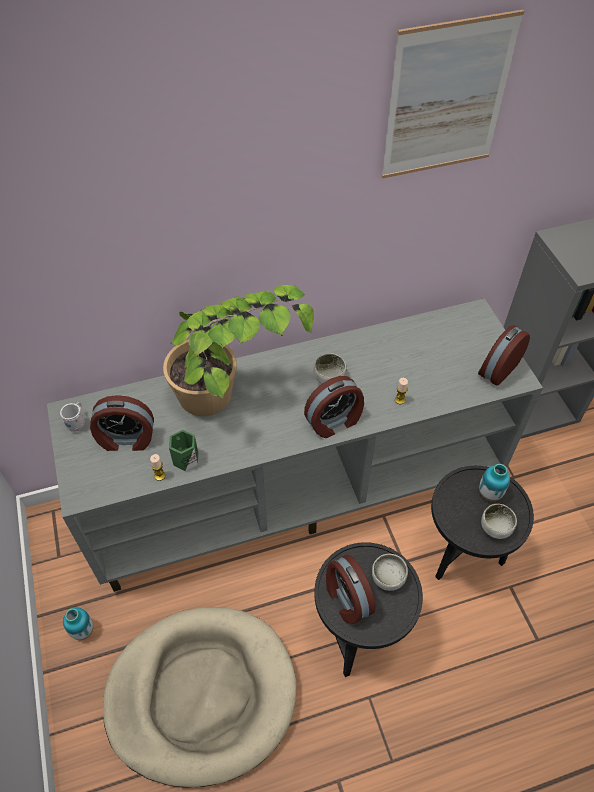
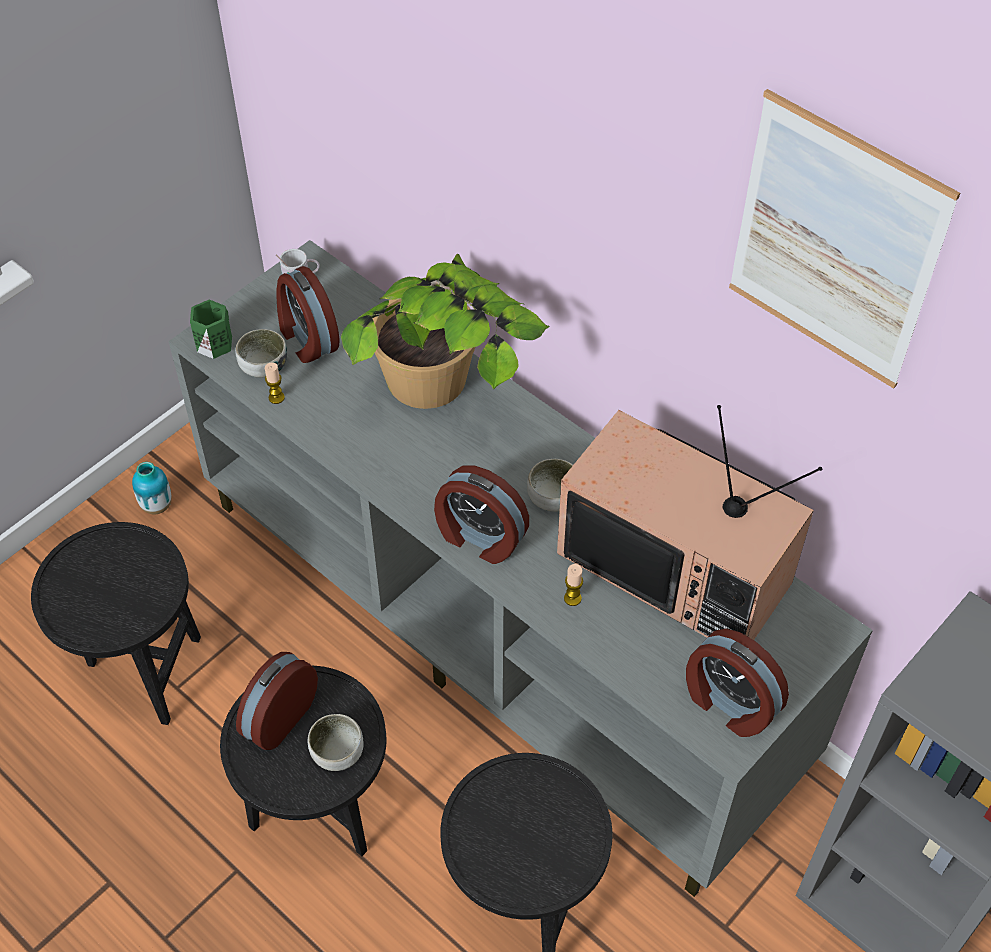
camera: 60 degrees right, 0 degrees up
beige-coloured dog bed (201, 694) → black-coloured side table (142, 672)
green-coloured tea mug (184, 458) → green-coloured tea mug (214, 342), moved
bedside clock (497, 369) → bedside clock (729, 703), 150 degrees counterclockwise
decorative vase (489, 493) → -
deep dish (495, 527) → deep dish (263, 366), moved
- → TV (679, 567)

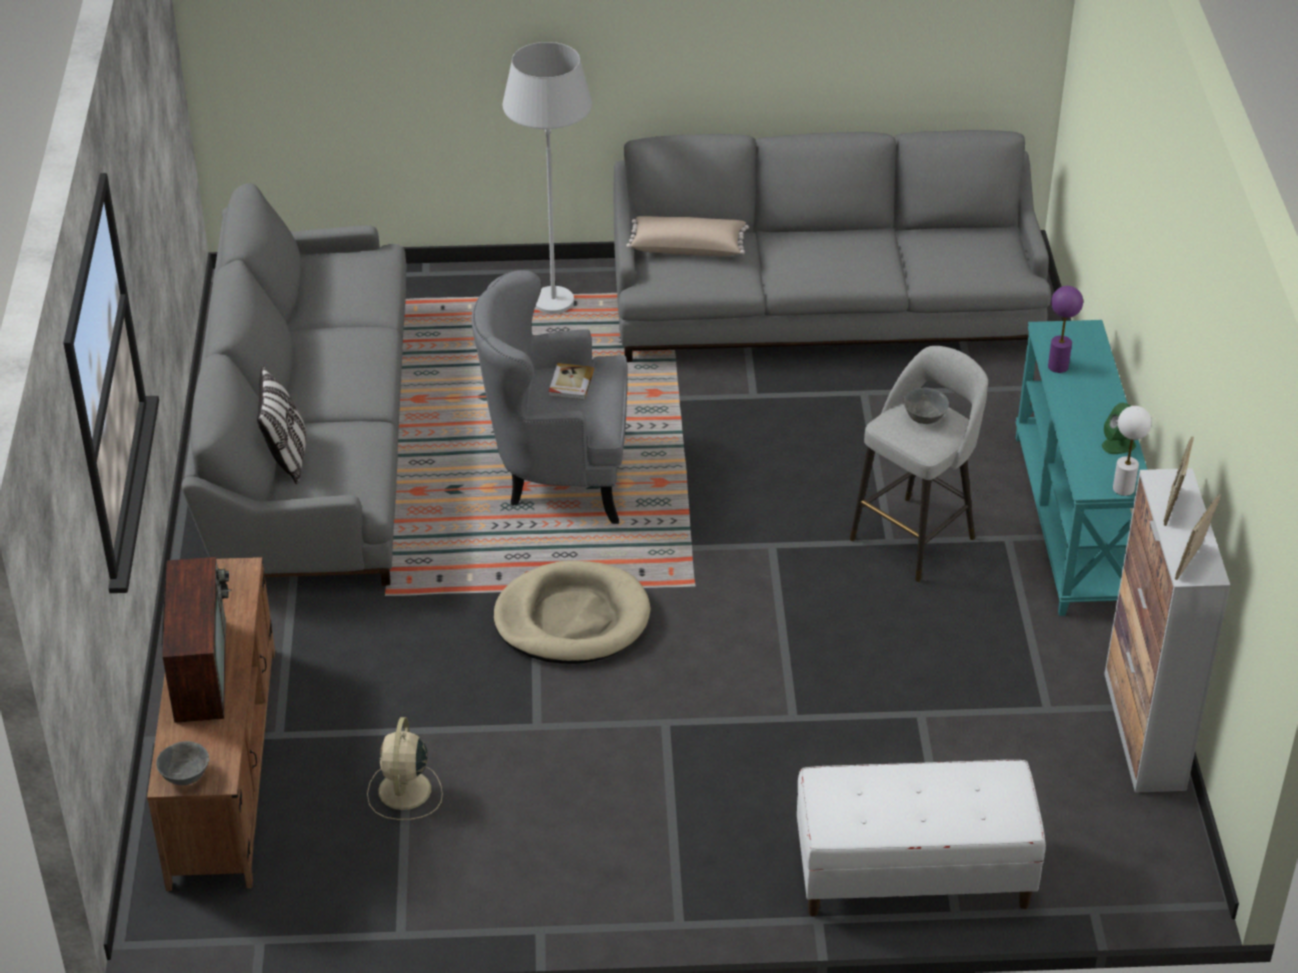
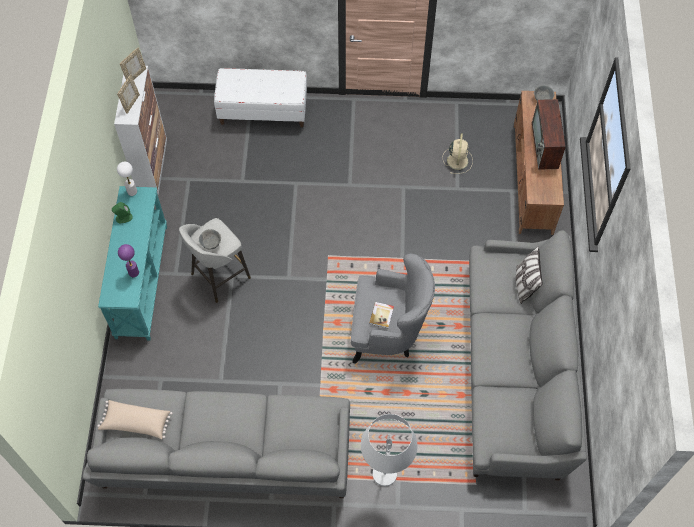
camera: 175 degrees left, 20 degrees up
beige-coloured dog bed (572, 619) → -
beige-coloured cushion (687, 247) → beige-coloured cushion (136, 423), moved

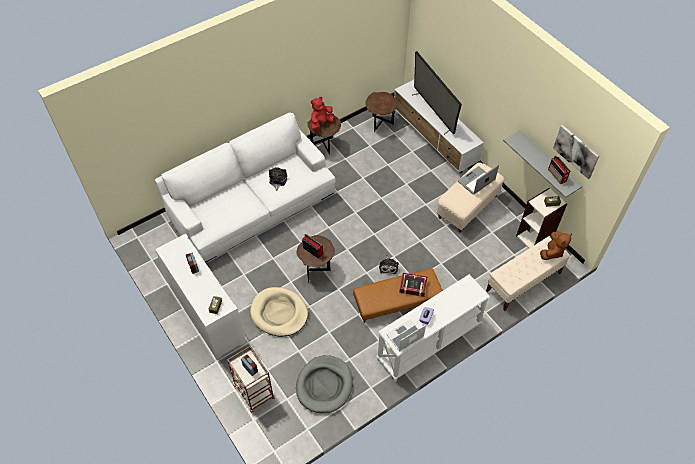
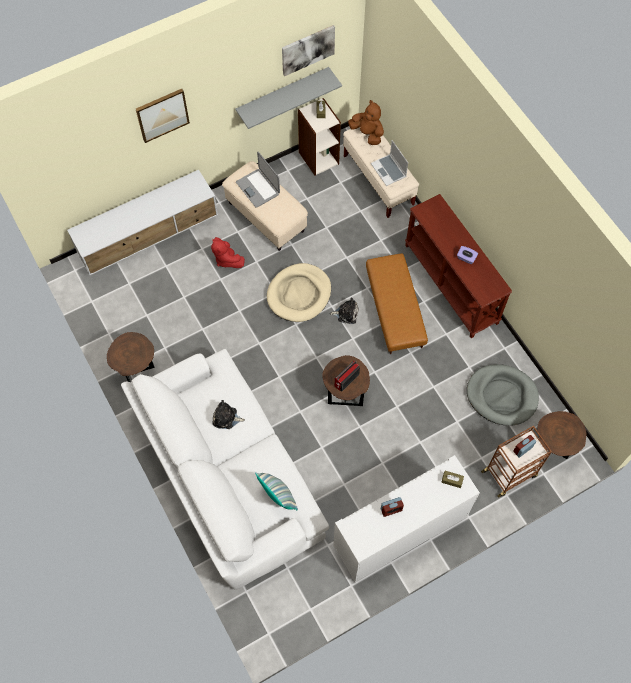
camera: 85 degrees left, 10 degrees up
beige-coloured dog bed (279, 313) → beige-coloured dog bed (299, 294), moved
red-coloured cuddly toy (321, 123) → red-coloured cuddly toy (227, 259), moved
brown-coloured side table (380, 125) → brown-coloured side table (551, 449), moved
whitish console table (429, 343) → brown-coloured console table (452, 283)
notebook computer (405, 336) → notebook computer (389, 170), moved
volume (413, 286) → -
TV (433, 111) → -
radio (557, 176) → -
- → wall picture (162, 114)
- → cushion (278, 496)

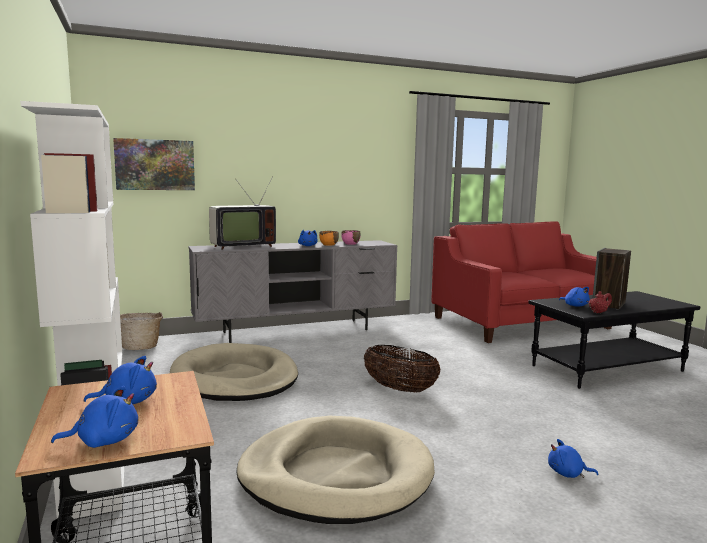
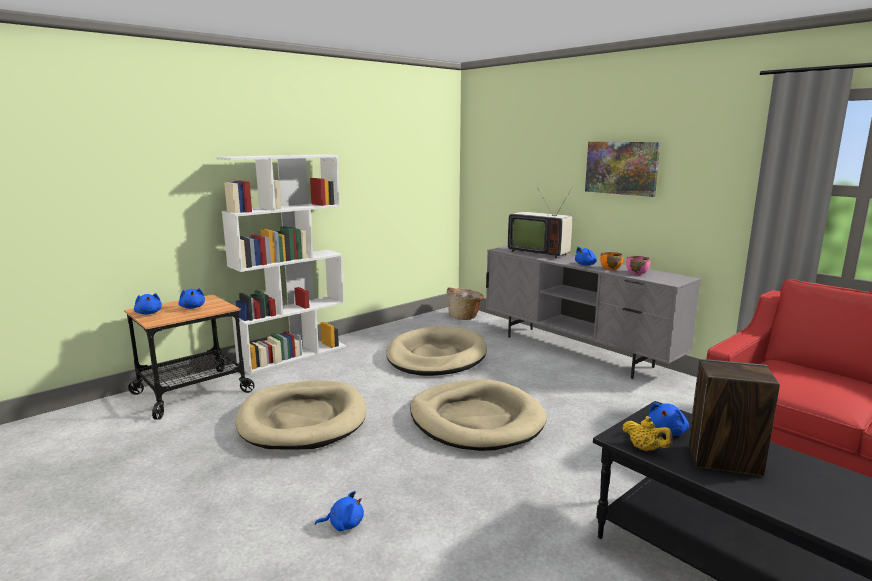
camera: 70 degrees right, 5 degrees up
wall picture (155, 165) → wall picture (621, 168), moved
basket (399, 389) → beige-coloured dog bed (476, 420)
blue cuddly toy (567, 474) → blue cuddly toy (344, 524), 90 degrees clockwise
red-coloured tea pot (598, 312) → yellow-coloured tea pot (645, 449)

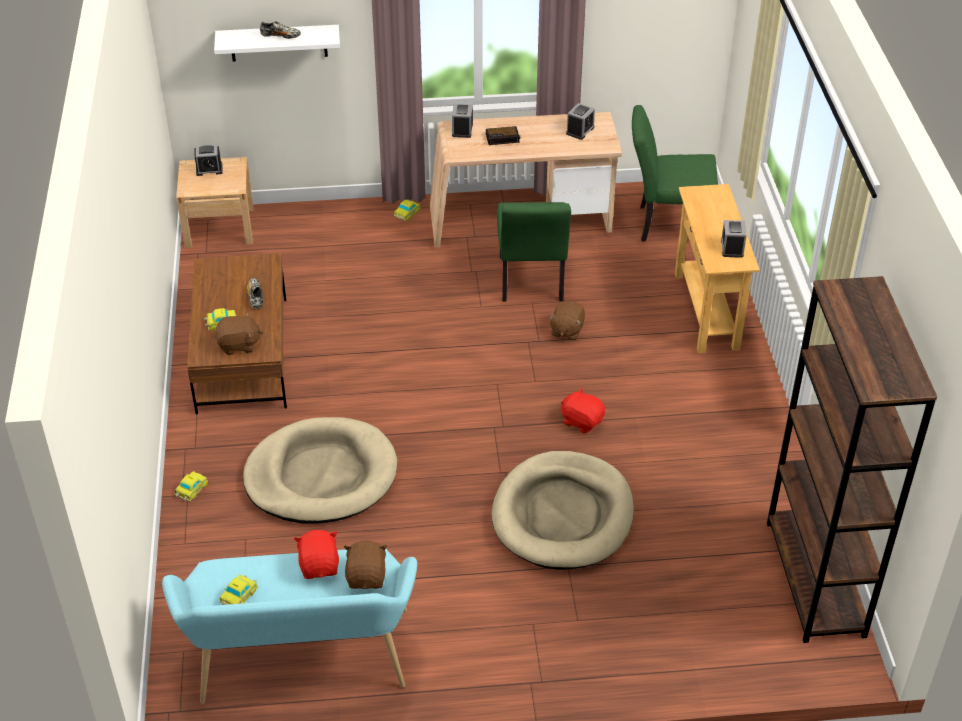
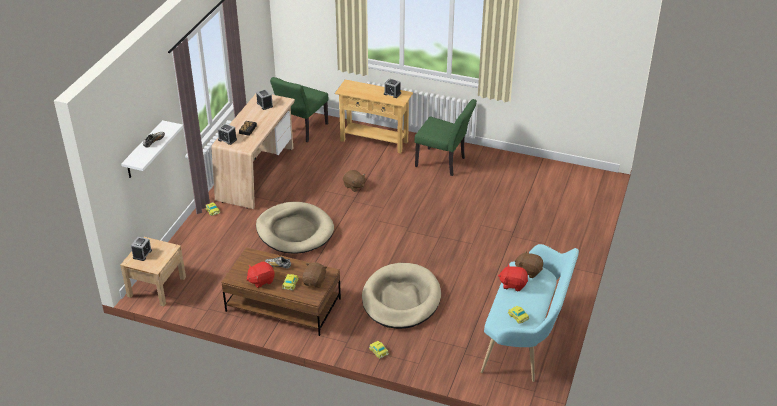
camera: 65 degrees left, 5 degrees down
beige-coloured dog bed (563, 515) → beige-coloured dog bed (294, 231), moved
green-coloured upright chair (531, 283) → green-coloured upright chair (444, 163), moved
red-coloured cuddly toy (582, 421) → red-coloured cuddly toy (261, 280), moved
brown-coloured bookshelf (815, 579) → -

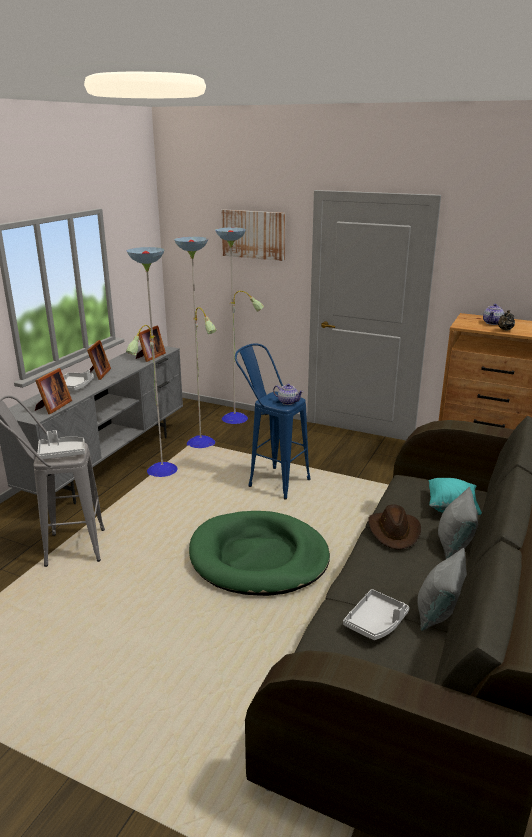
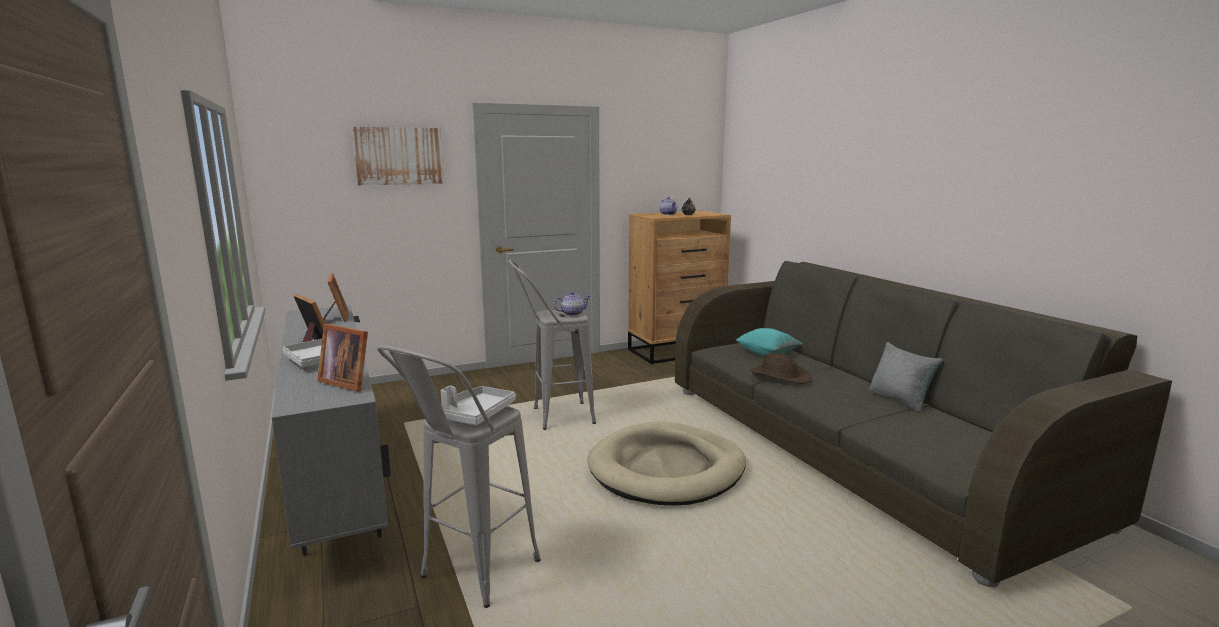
camera: 50 degrees left, 10 degrees down
photo frame (53, 407) → photo frame (347, 382), 150 degrees clockwise
standard lamp (202, 443) → -
green-coloured dog bed (258, 558) → beige-coloured dog bed (667, 469)
blue stool seat (271, 480) → grey stool seat (552, 417)
grey tray (376, 622) → -
grey cushion (454, 544) → -

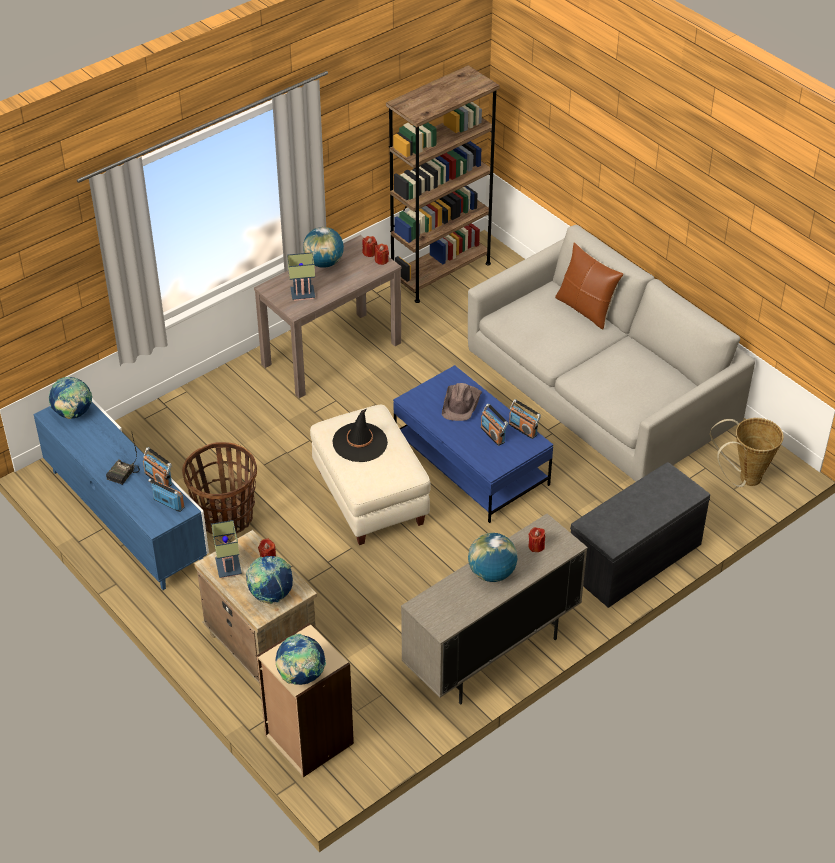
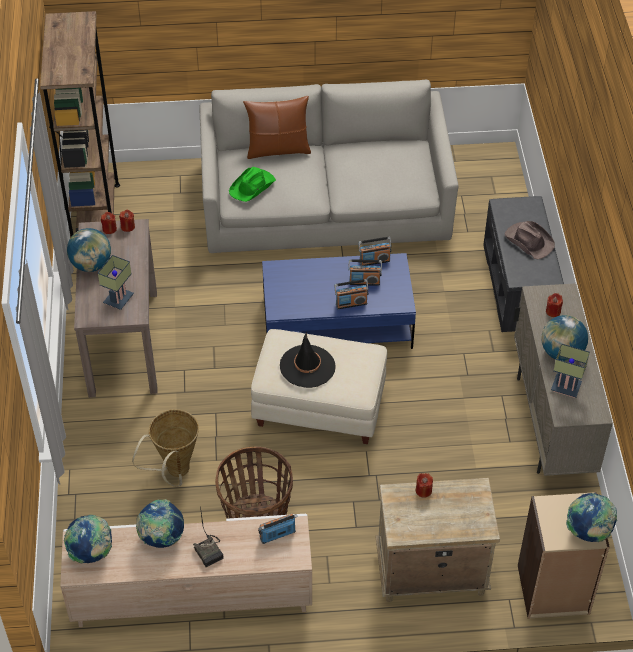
camera: 55 degrees left, 5 degrees up
blue tv stand (127, 517) → beige-coloured tv stand (192, 595)
radio (158, 478) → radio (351, 303), moved
table lamp (230, 568) → table lamp (567, 387), moved
globe (270, 595) → globe (161, 537), moved
brown-coloured wearable hat (461, 403) → brown-coloured wearable hat (529, 241), moved
basket (744, 479) → basket (175, 472), moved
- → green-coloured wearable hat (252, 186)

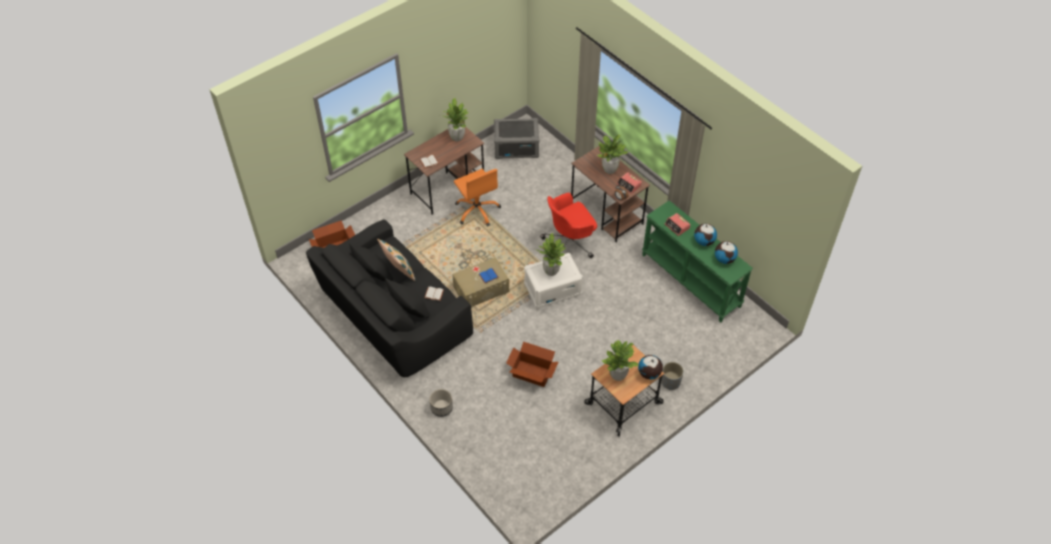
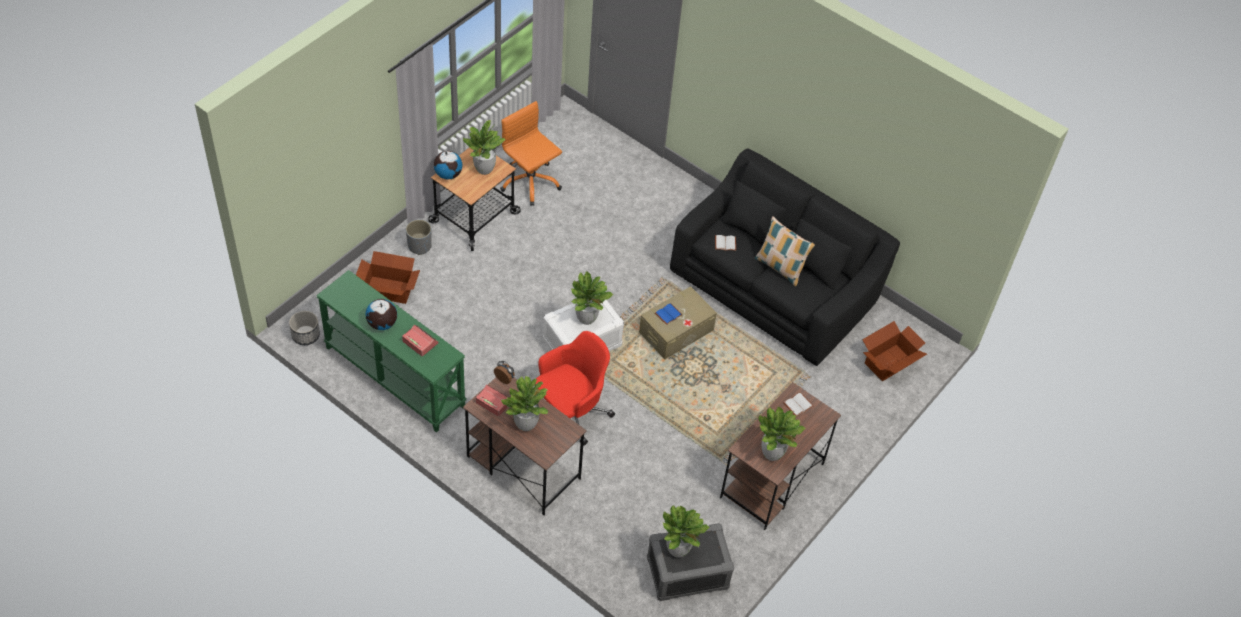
camera: 165 degrees right, 0 degrees up
flower pot (441, 408) → flower pot (305, 335), moved
orange office chair (477, 210) → orange office chair (530, 182), moved
cardboard box (532, 374) → cardboard box (388, 289), moved
globe (724, 259) → -
- → houseplant (678, 550)

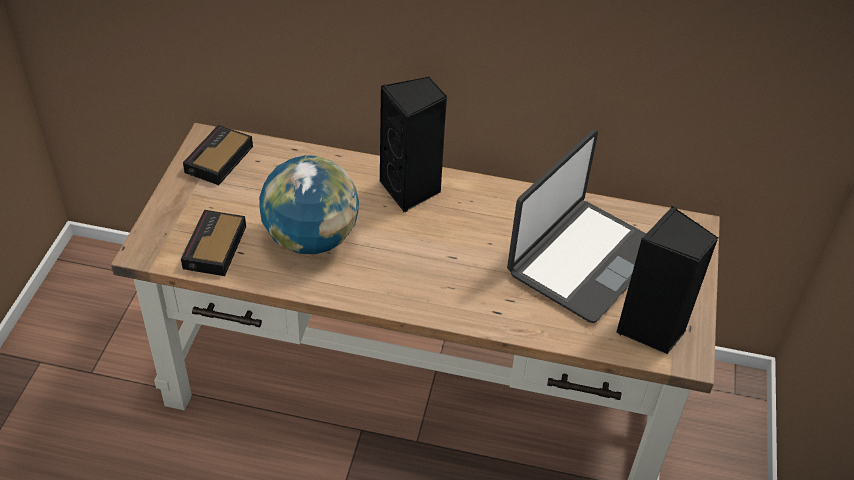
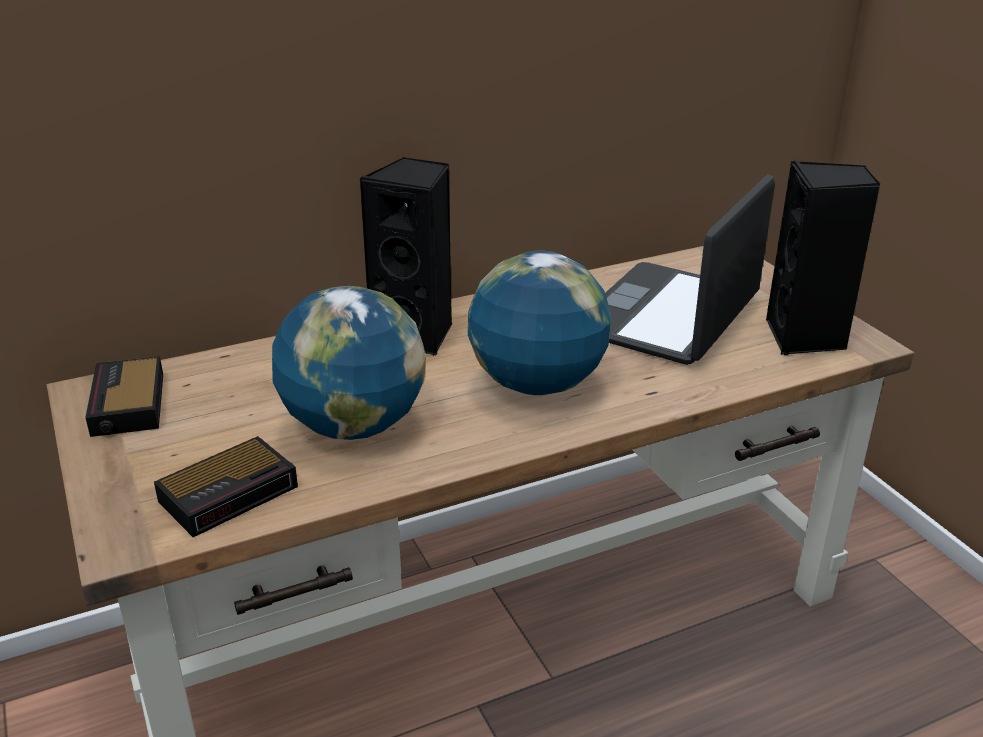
camera: 35 degrees left, 15 degrees down
bedside clock (214, 248) → bedside clock (231, 493), 105 degrees counterclockwise
notebook computer (583, 260) → notebook computer (669, 316), 150 degrees counterclockwise
- → globe (537, 384)

